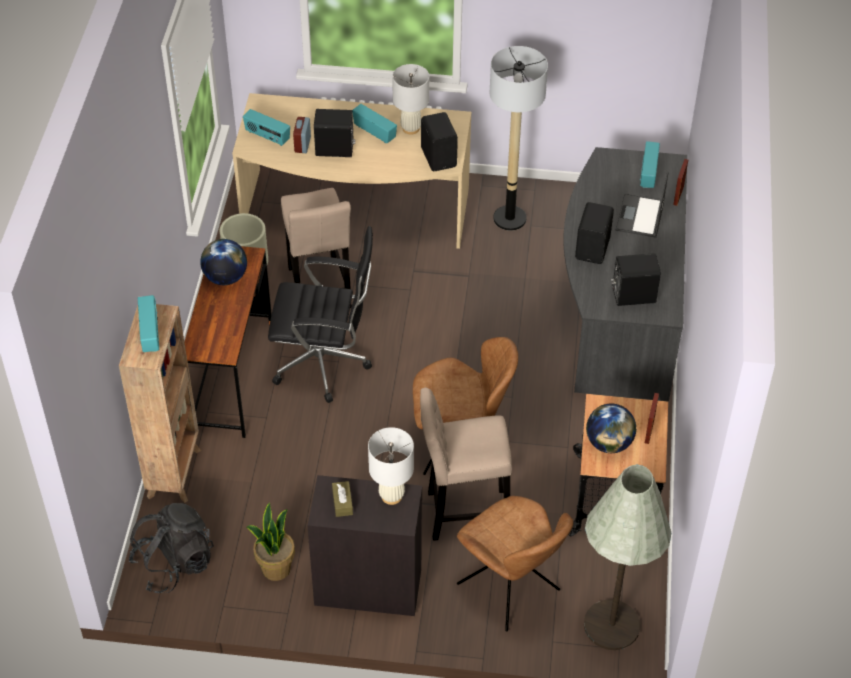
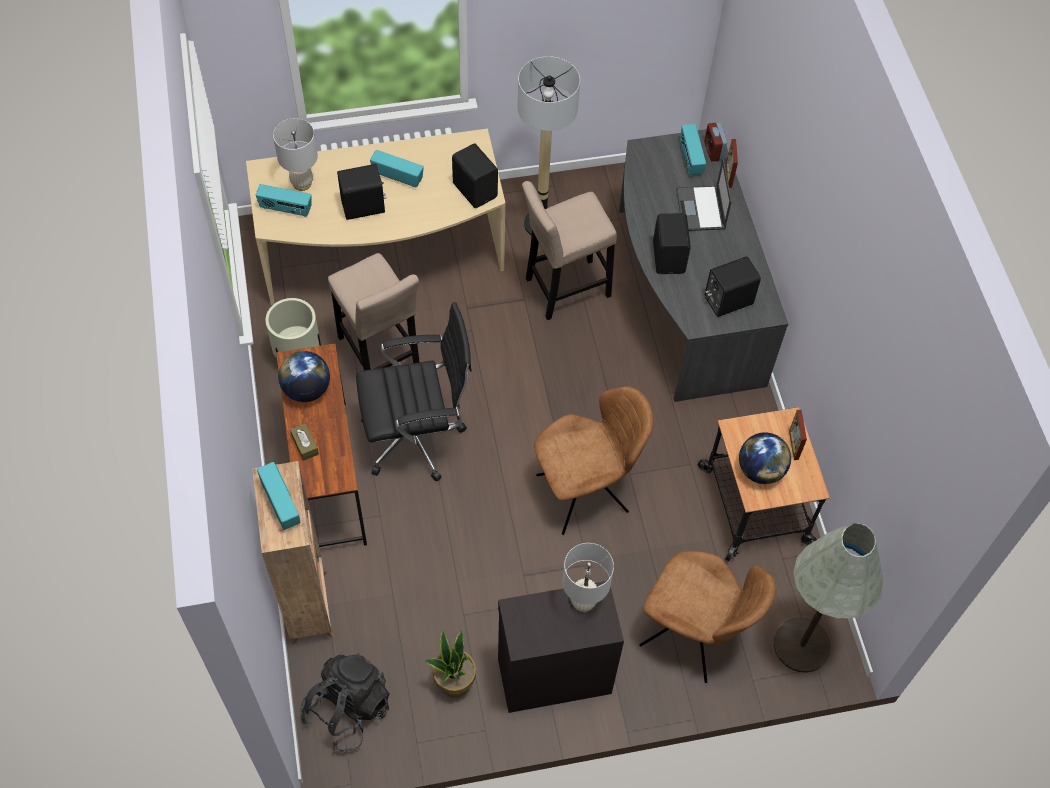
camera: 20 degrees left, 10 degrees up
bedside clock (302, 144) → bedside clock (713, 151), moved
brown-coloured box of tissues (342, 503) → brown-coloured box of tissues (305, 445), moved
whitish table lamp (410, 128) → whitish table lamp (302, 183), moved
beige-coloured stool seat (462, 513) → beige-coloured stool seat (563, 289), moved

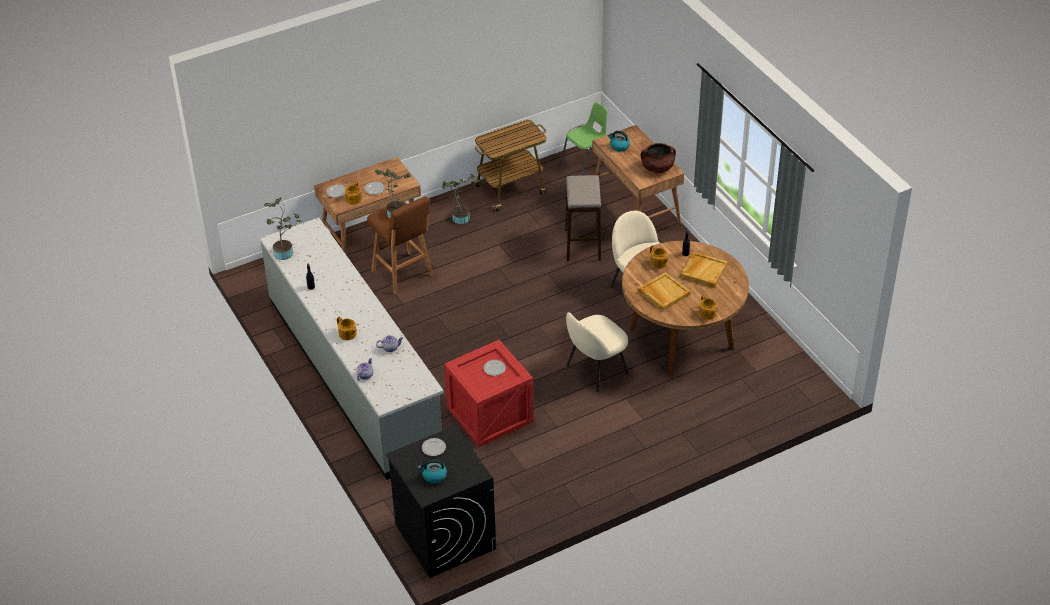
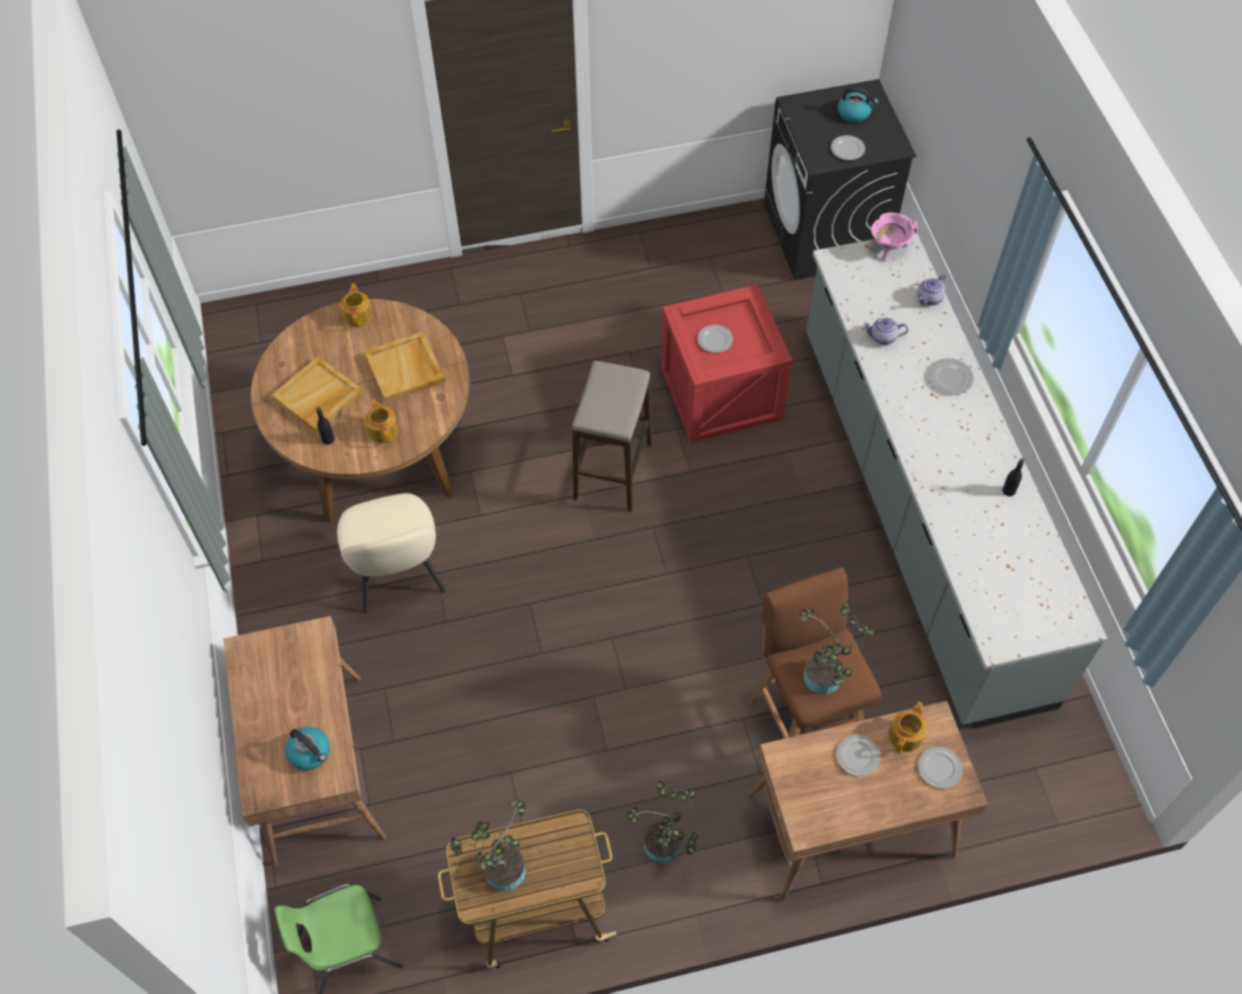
camera: 165 degrees left, 15 degrees up
houseplant (285, 253) → houseplant (500, 871), moved
tea pot (347, 334) → plate (950, 378)
stool seat (582, 245) → stool seat (613, 471), moved
beige-coloured upright chair (595, 370) → -
brown-coloured saucepot (657, 168) → -
- → pinkish saucepot (889, 249)

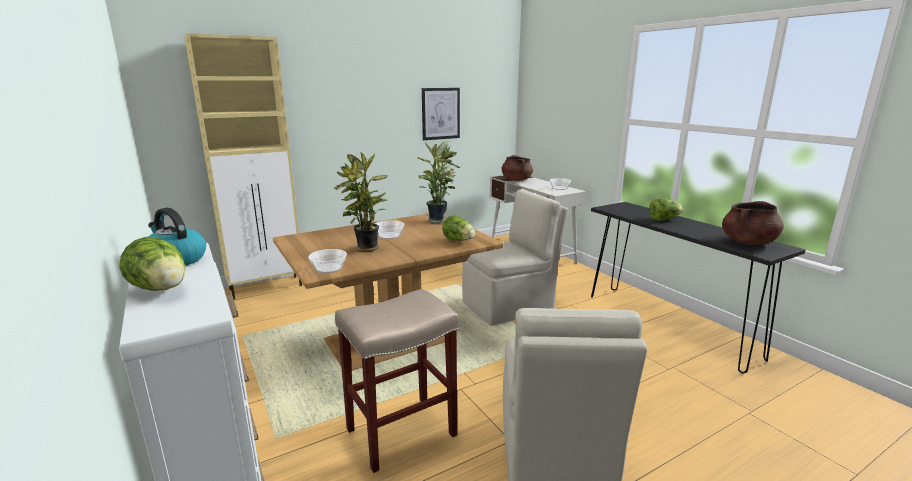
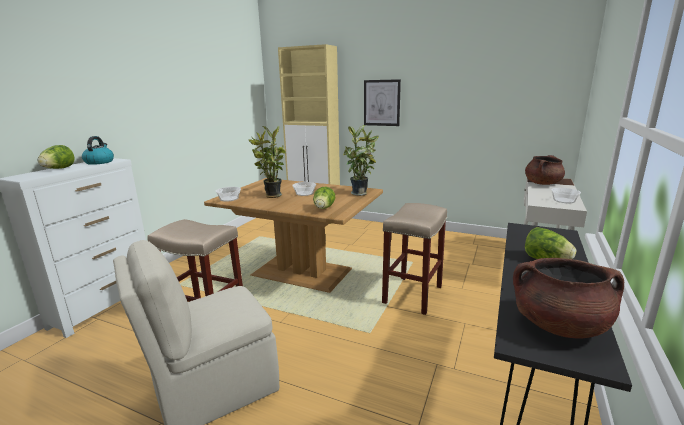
camera: 55 degrees right, 0 degrees up
wall picture (440, 113) → wall picture (381, 103), moved
beige-coloured upright chair (510, 306) → beige-coloured stool seat (413, 295)

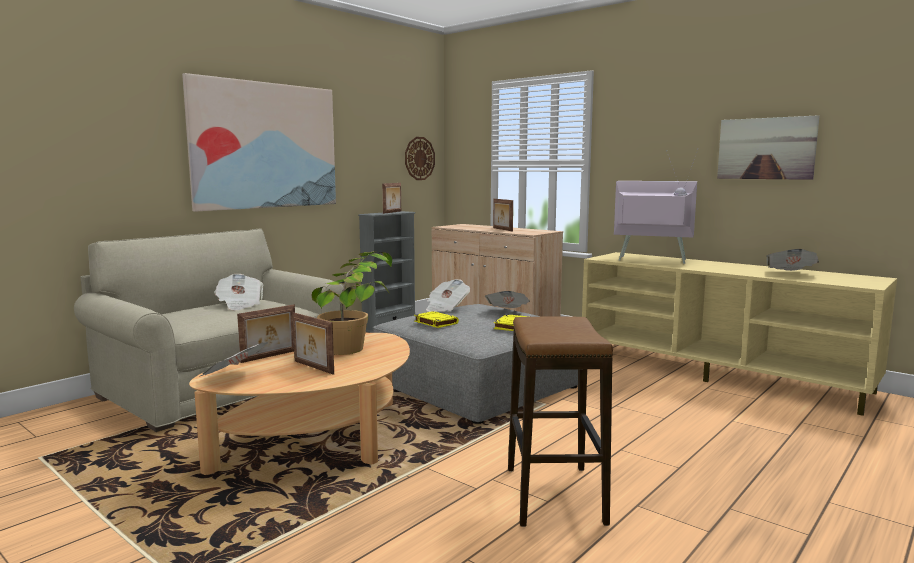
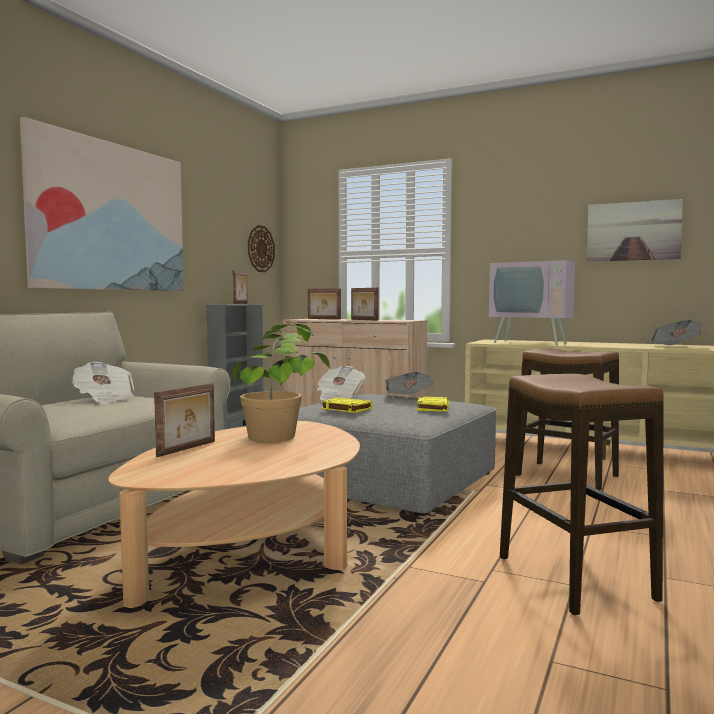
camera: 15 degrees left, 5 degrees down
newspaper (234, 376) → -
photo frame (312, 367) → photo frame (323, 319), moved
TV (651, 261) → TV (532, 343), 150 degrees counterclockwise
- → stool seat (567, 476)

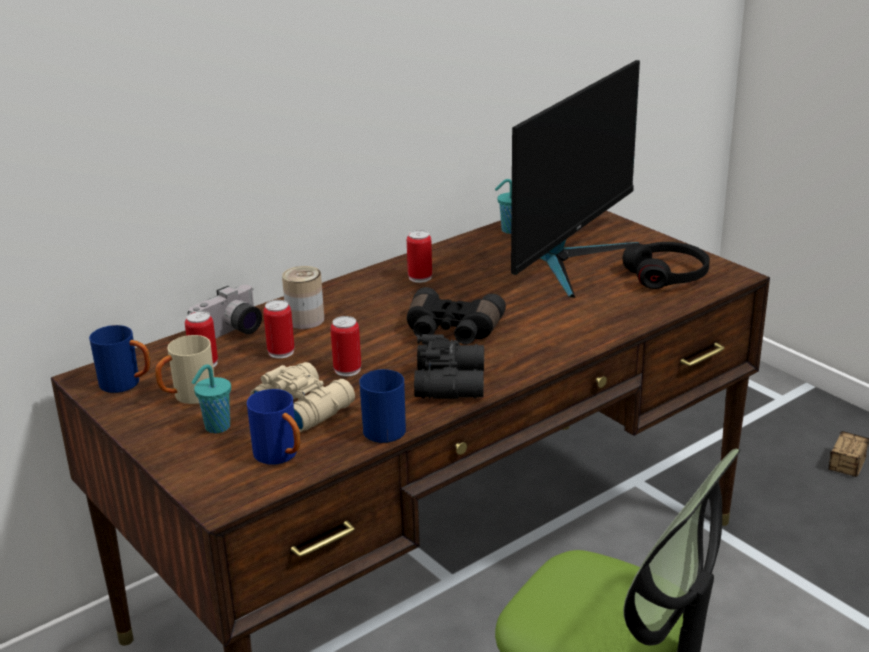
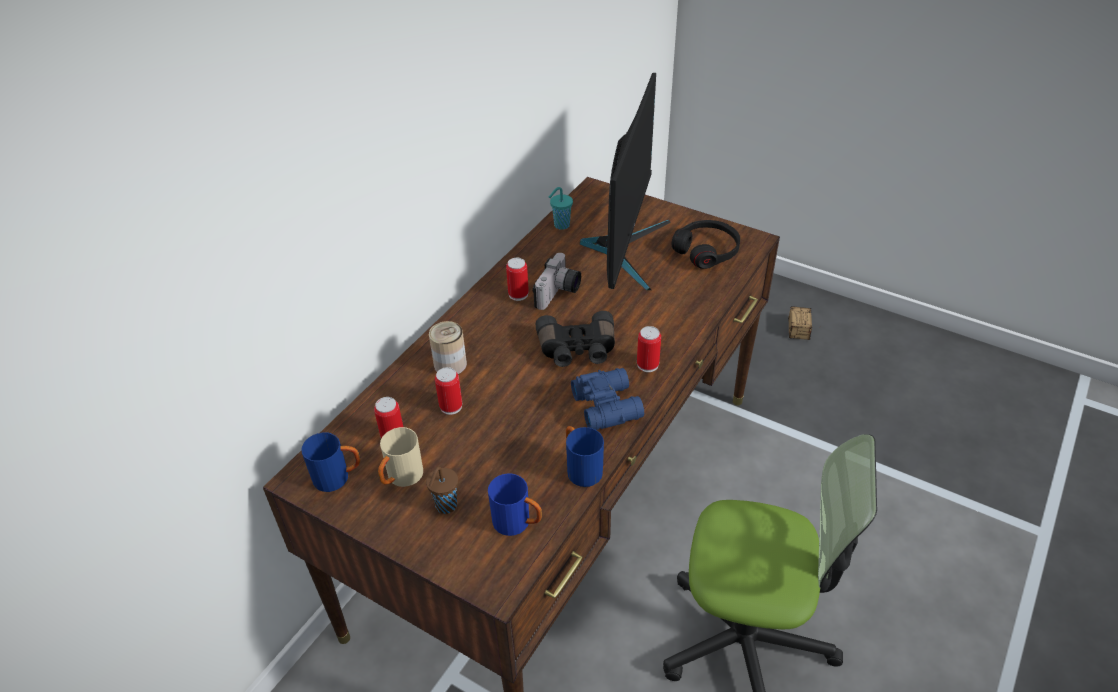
camera: 20 degrees left, 15 degrees up
still camera (231, 333) → still camera (559, 293), moved
turquoise cup (216, 427) → brown-coloured cup (445, 506)
beige-coloured pair of binoculars (304, 407) → -
can (347, 369) → can (647, 364), moved
black-coloured pair of binoculars (452, 382) → blue pair of binoculars (607, 405)

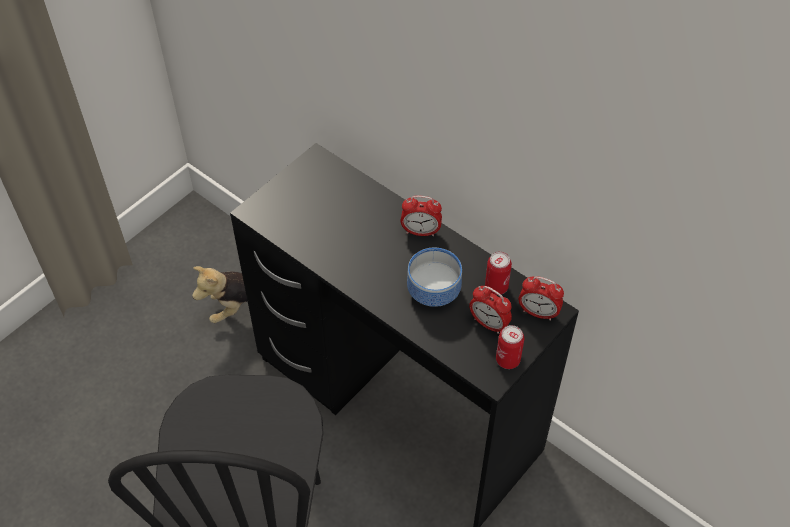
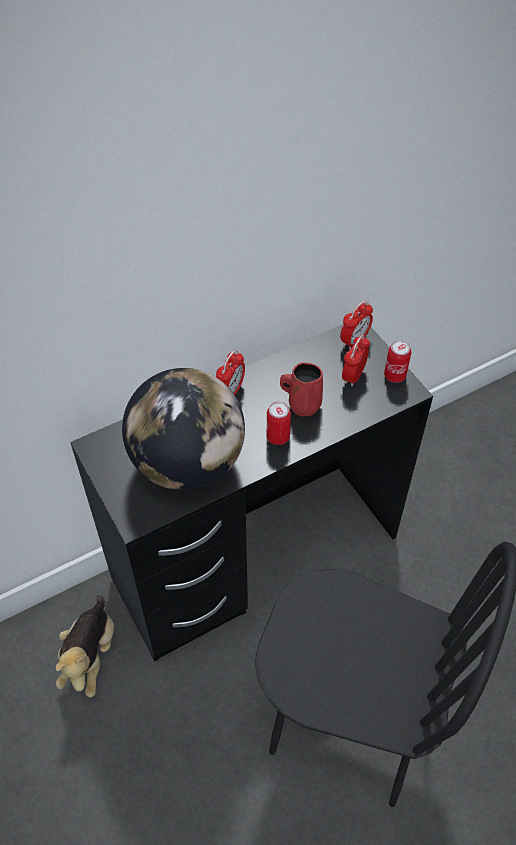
camera: 70 degrees left, 0 degrees up
deep dish (431, 291) → red-coloured tea mug (302, 404)
bedside clock (488, 324) → bedside clock (353, 376), 150 degrees clockwise
can (496, 287) → can (278, 437), moved
- → globe (188, 463)

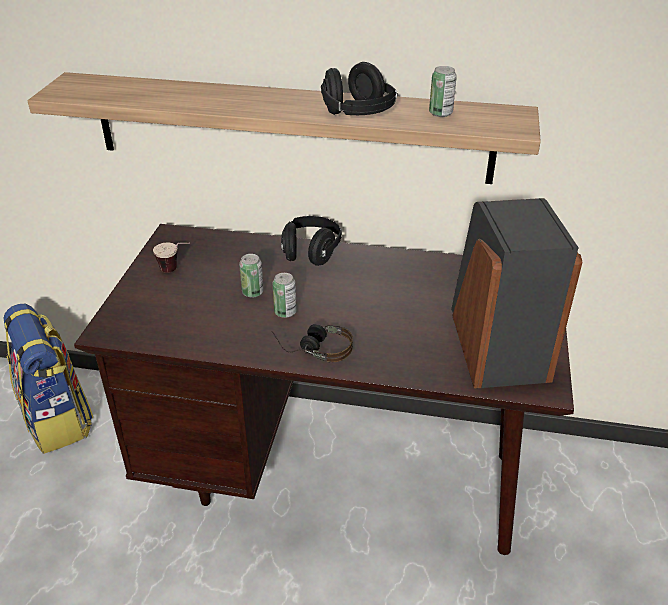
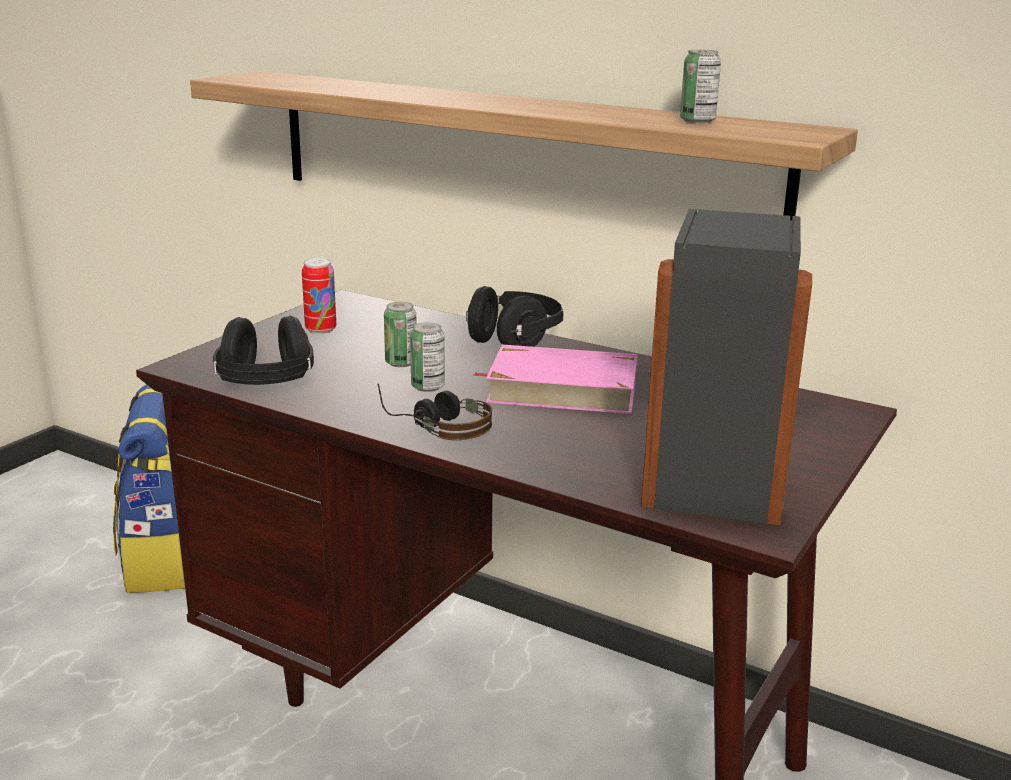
camera: 20 degrees right, 15 degrees down
cup (176, 271) → can (320, 330)
black-coloured pair of headphones (357, 115) → black-coloured pair of headphones (266, 385), moved
- → pinkish volume (562, 389)

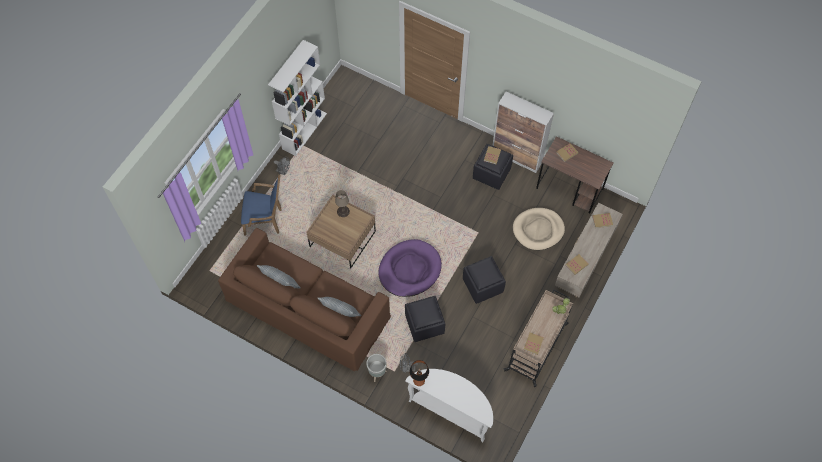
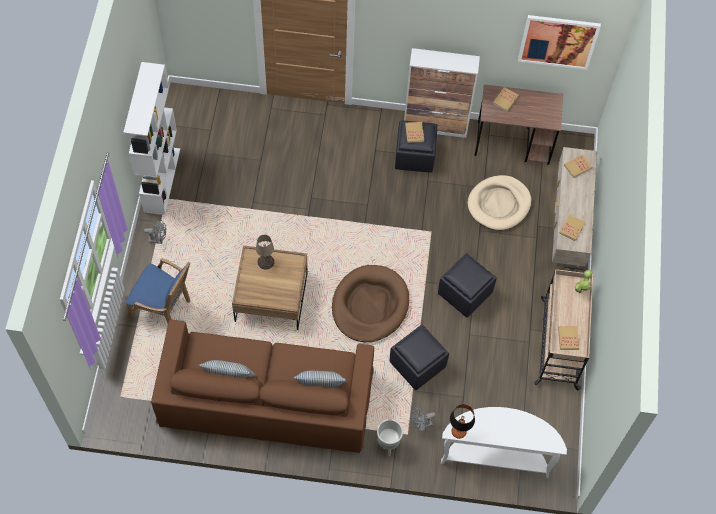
camera: 25 degrees left, 0 degrees up
blue lounge chair (266, 221) → blue lounge chair (164, 308), 45 degrees clockwise
purple-coloured dog bed (409, 269) → brown-coloured dog bed (370, 305)
- → wall picture (558, 41)

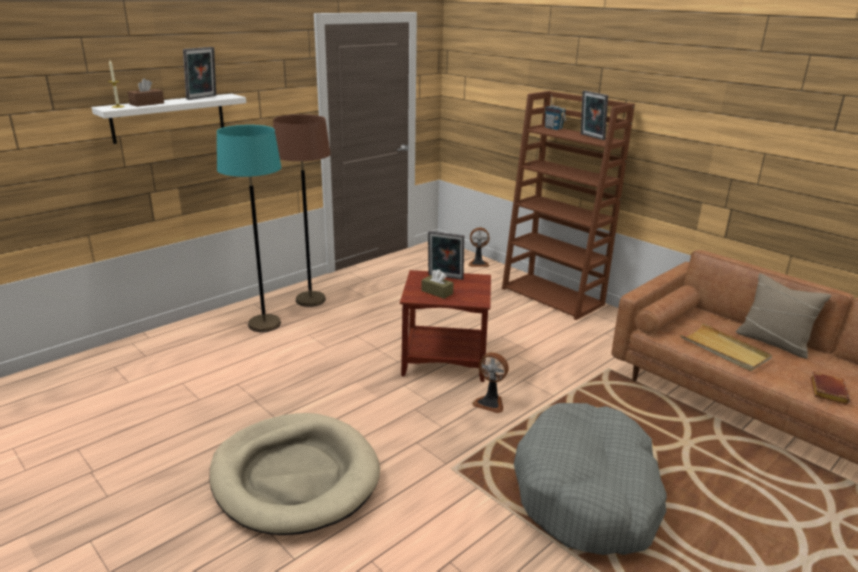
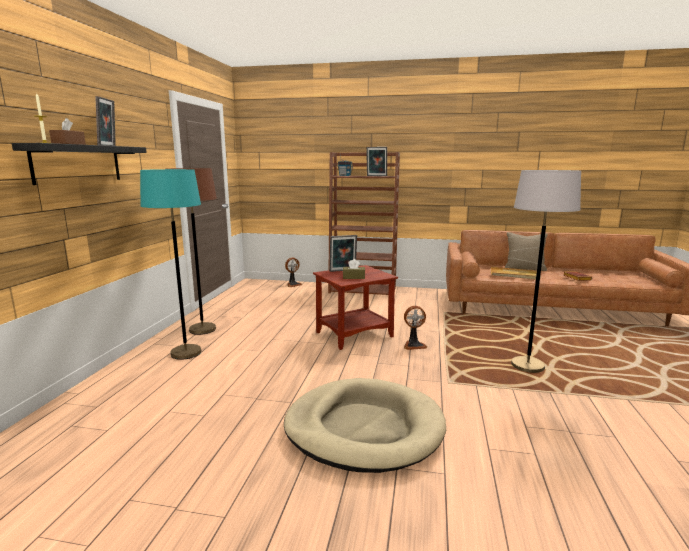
camera: 35 degrees left, 10 degrees down
whitish shelf (169, 118) → black-coloured shelf (78, 164)
grey dog bed (587, 494) → grey standard lamp (527, 366)

